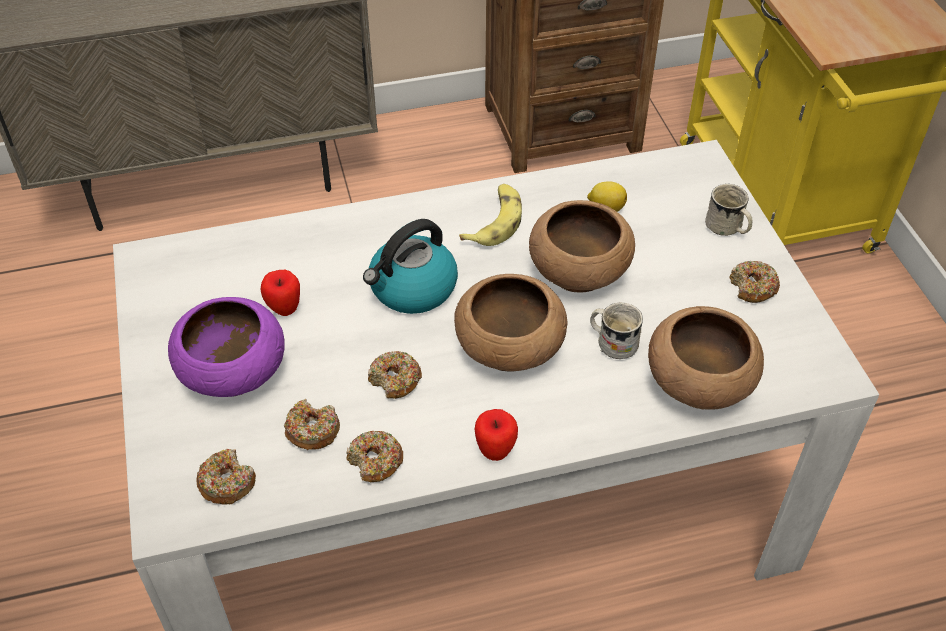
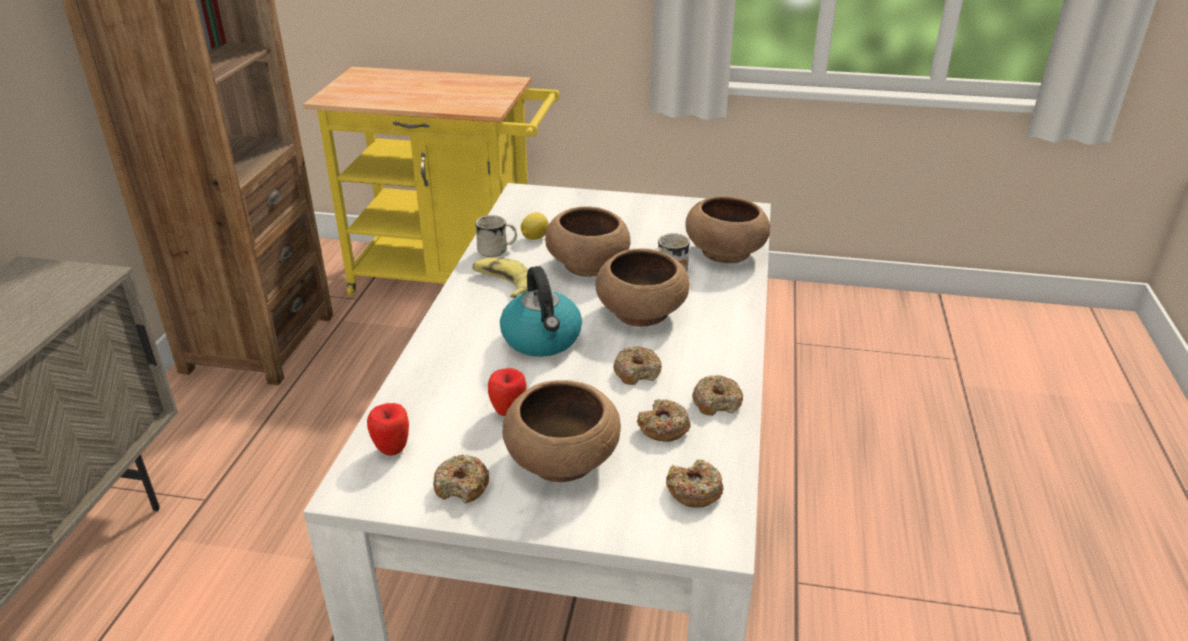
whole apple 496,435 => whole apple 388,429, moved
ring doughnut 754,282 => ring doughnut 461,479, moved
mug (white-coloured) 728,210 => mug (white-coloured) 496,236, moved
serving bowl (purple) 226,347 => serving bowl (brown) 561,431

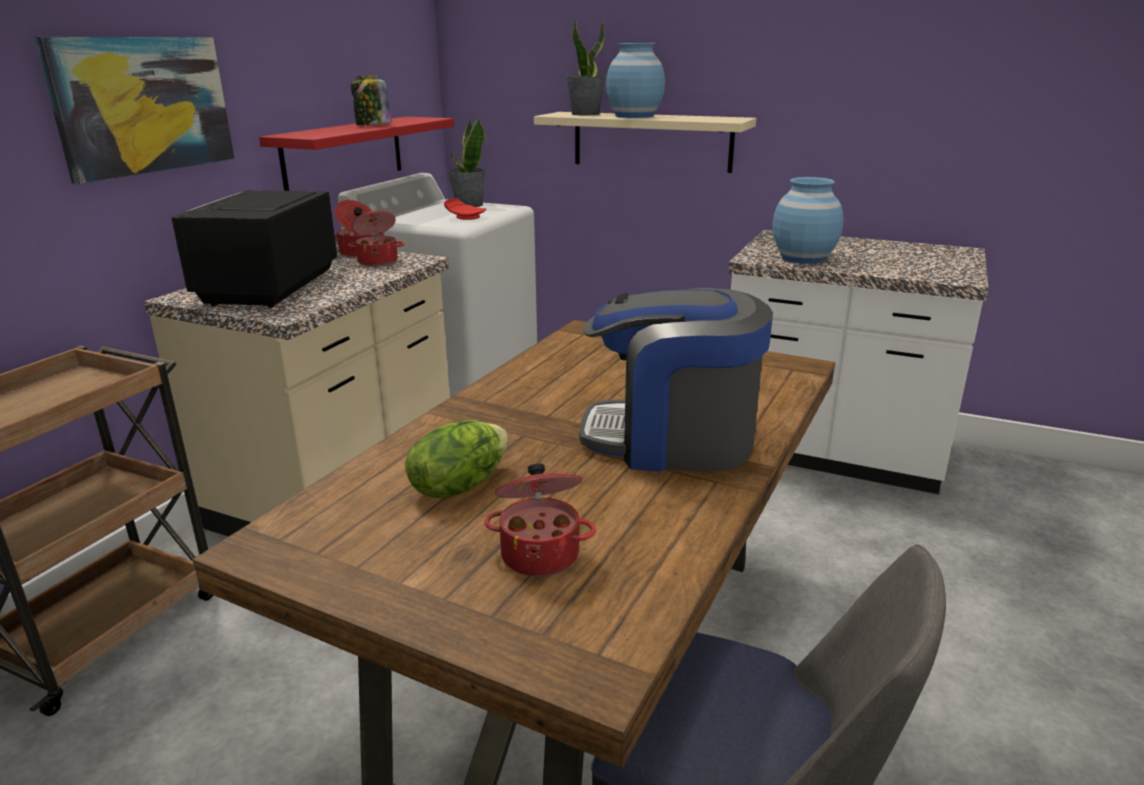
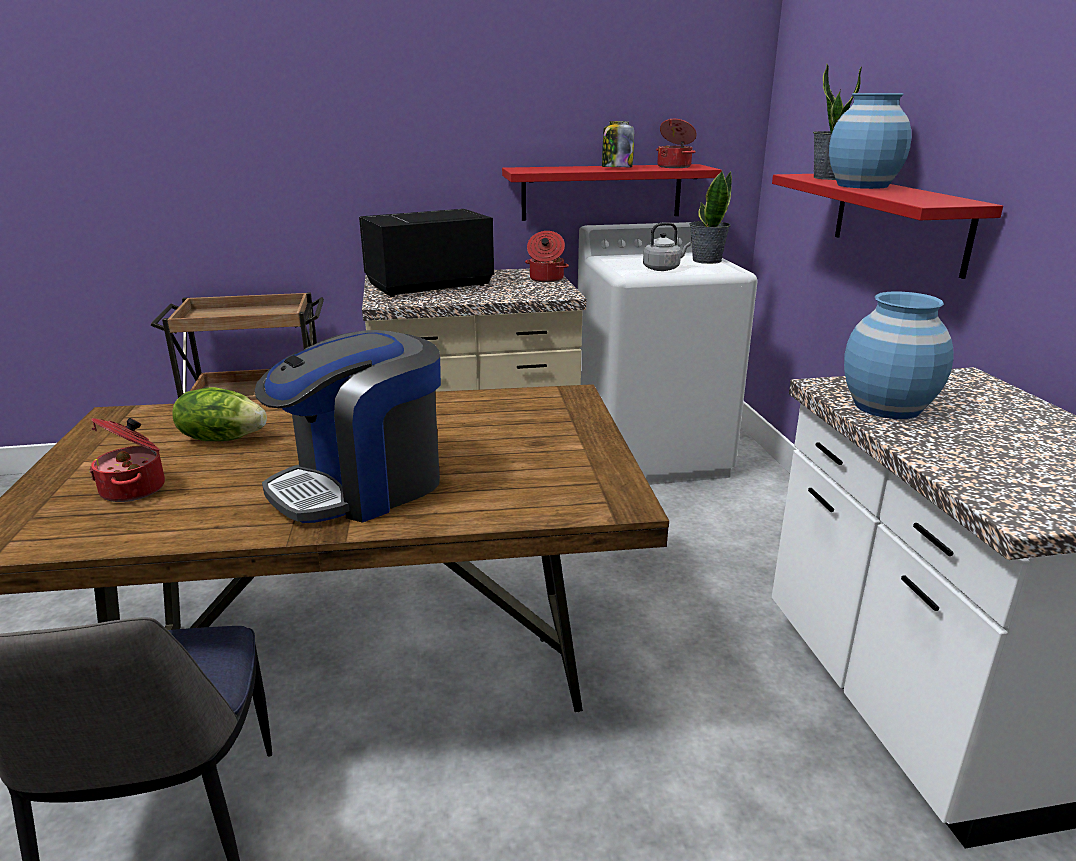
coffee brewer 676,380 => coffee brewer 348,426, 105 degrees counterclockwise
flat dish (red-coloured) 465,209 => tea kettle (greyish) 667,246
saucepot 376,239 => saucepot 676,143, moved
bracket shelf (sand-coloured) 645,142 => bracket shelf (red-coloured) 887,226
picture 134,110 => nothing

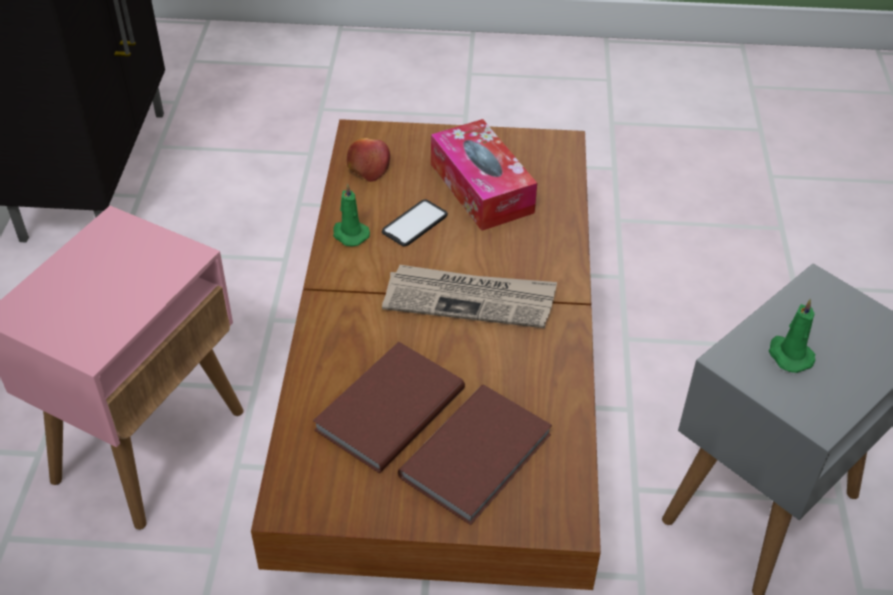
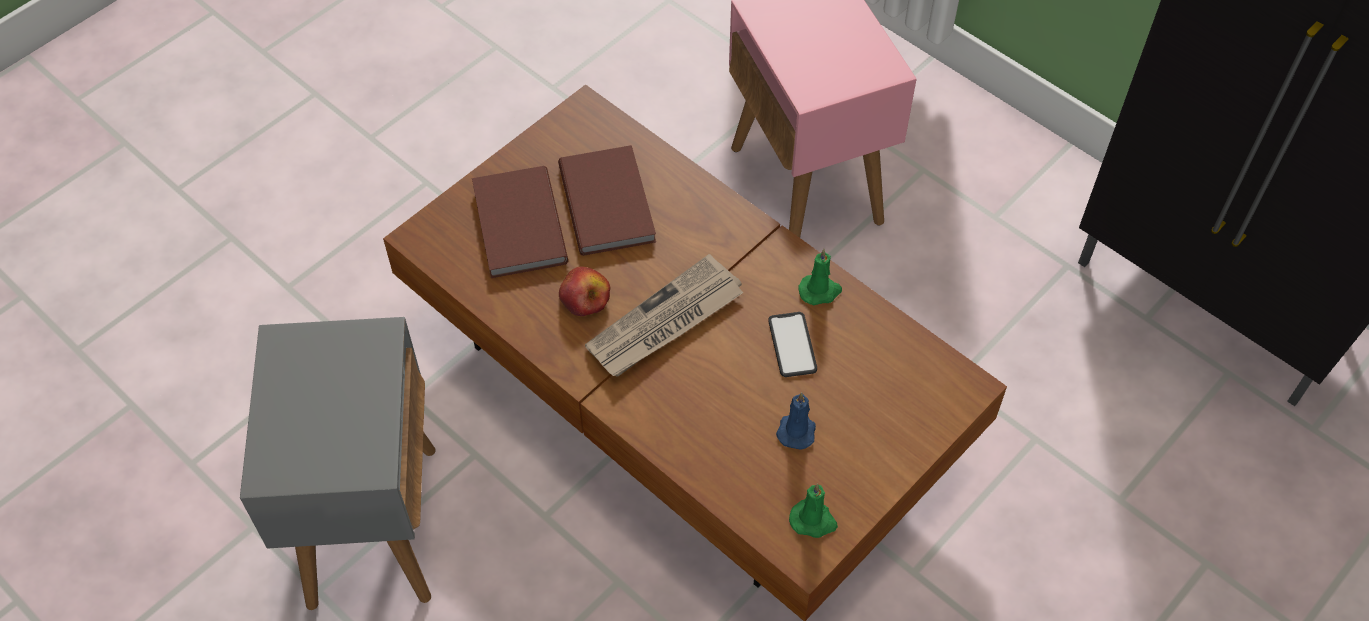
whole apple 368,160 => whole apple 585,291, moved
box of tissues 484,175 => candle (blue-coloured) 796,421
candle (greenish) 792,335 => candle (greenish) 813,510, moved

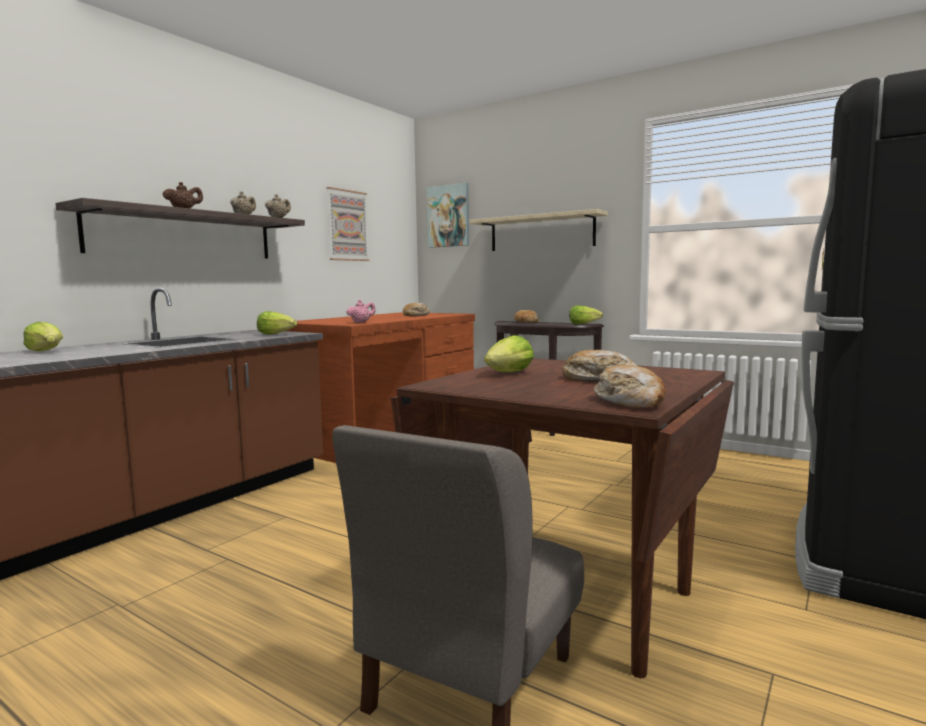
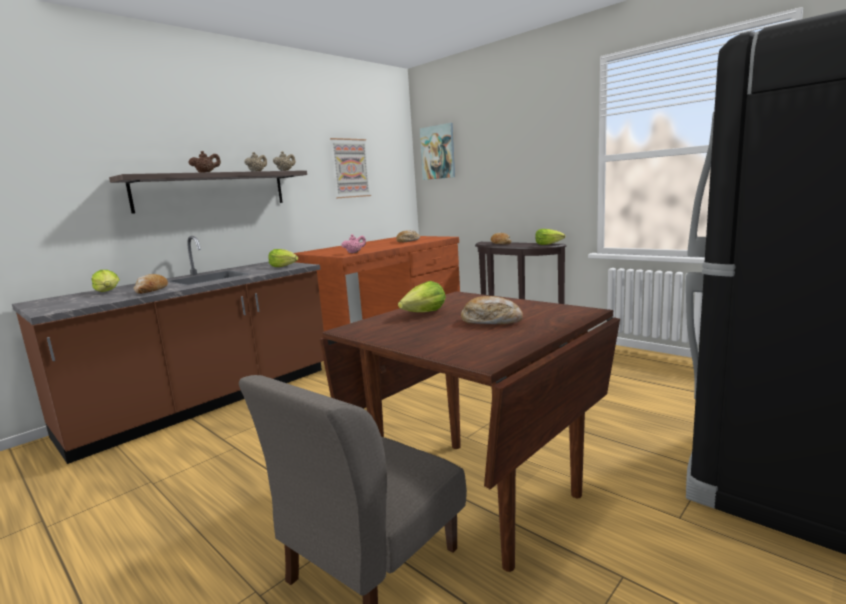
bread 630,386 => bread 150,284, moved
bracket shelf (sand-coloured) 538,230 => nothing

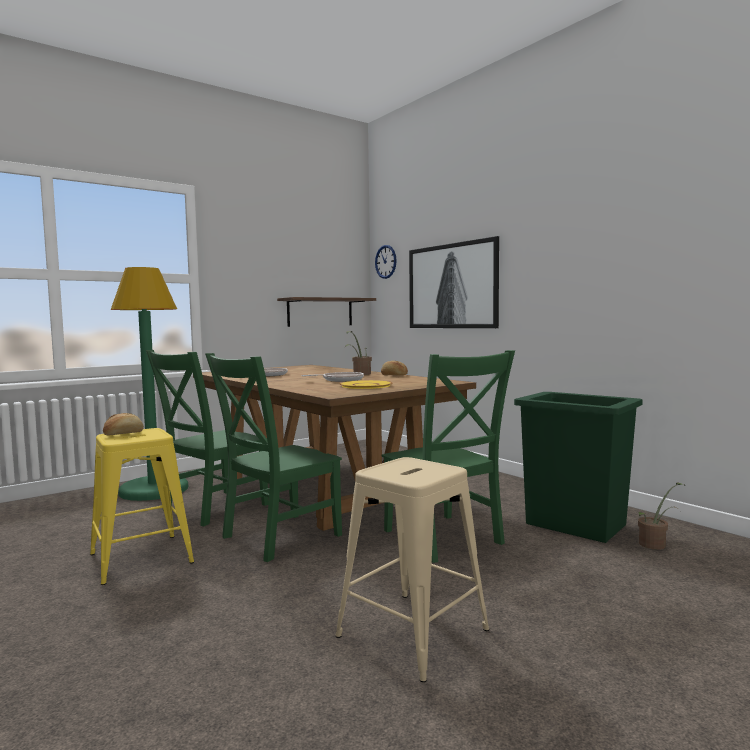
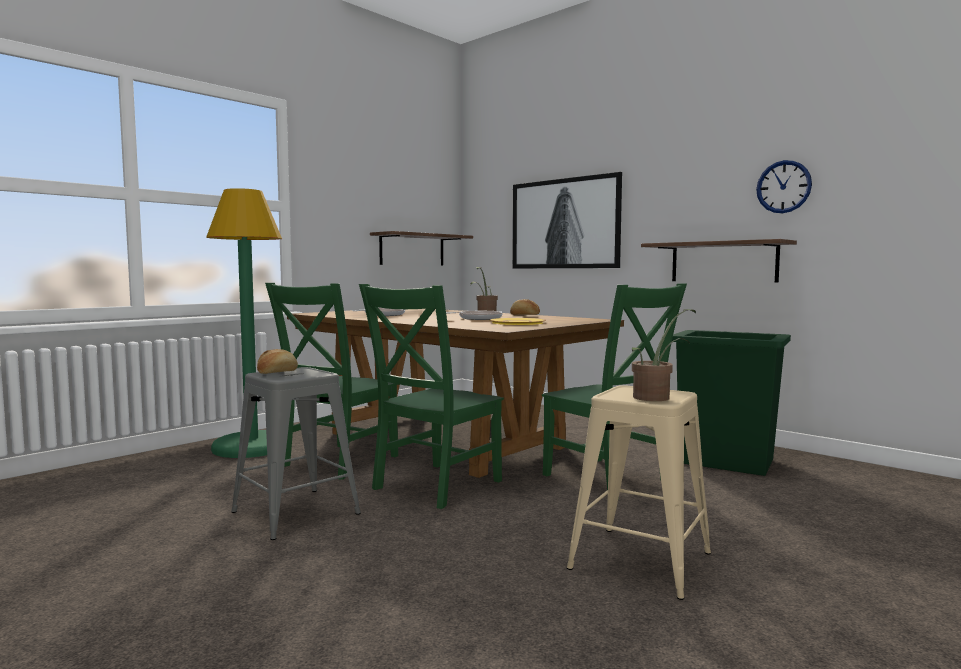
stool (yellowish) 142,506 => stool (greyish) 296,453
houseplant 661,516 => houseplant 664,355, moved
nothing => bracket shelf 719,260
clock on the wall 386,262 => clock on the wall 784,186, moved

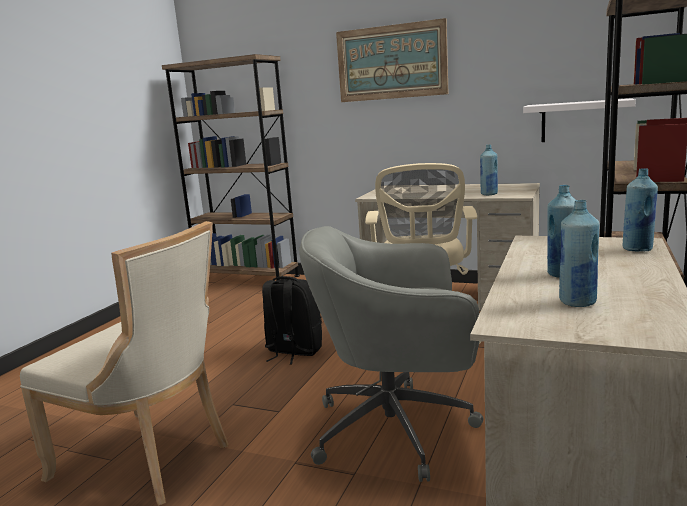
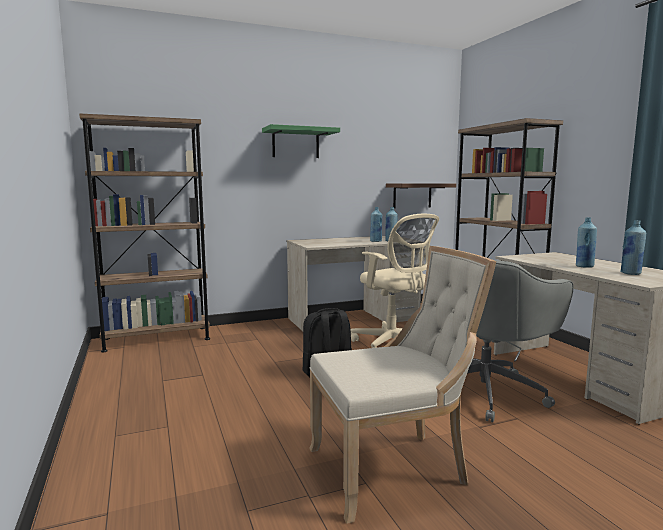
picture 392,60 => bracket shelf (greenish) 301,141
drink bottle (blue-coloured) 640,209 => drink bottle (blue-coloured) 376,224, moved
bracket shelf (white-coloured) 579,120 => bracket shelf (brown) 421,195

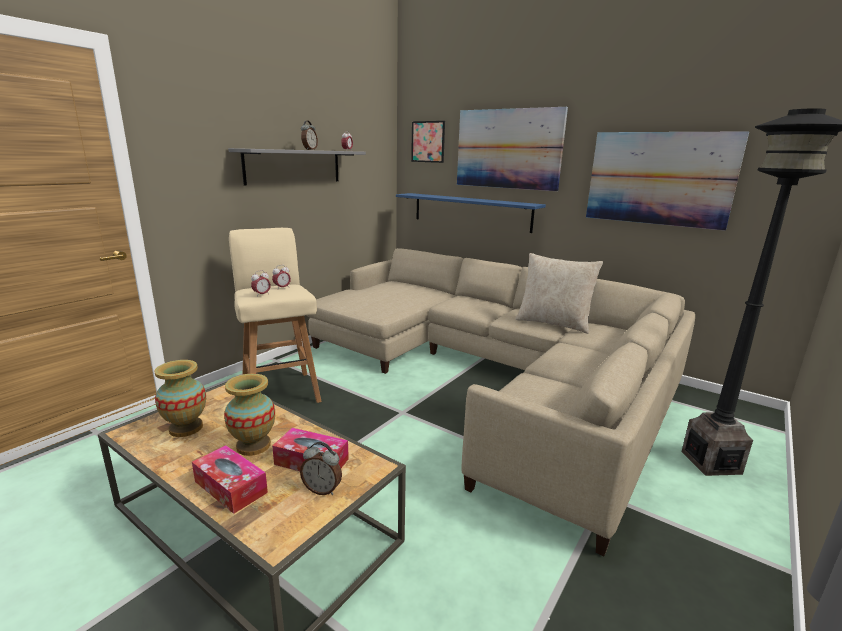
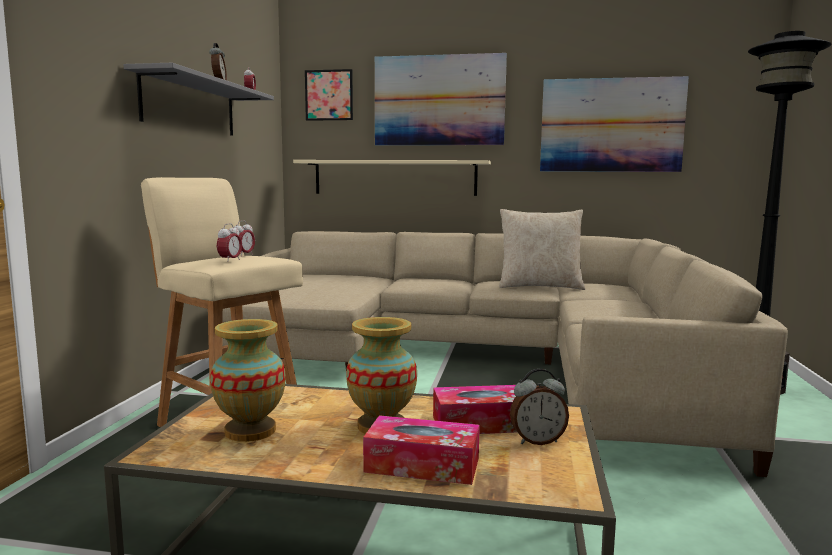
bracket shelf (blue-coloured) 471,213 => bracket shelf (sand-coloured) 392,178

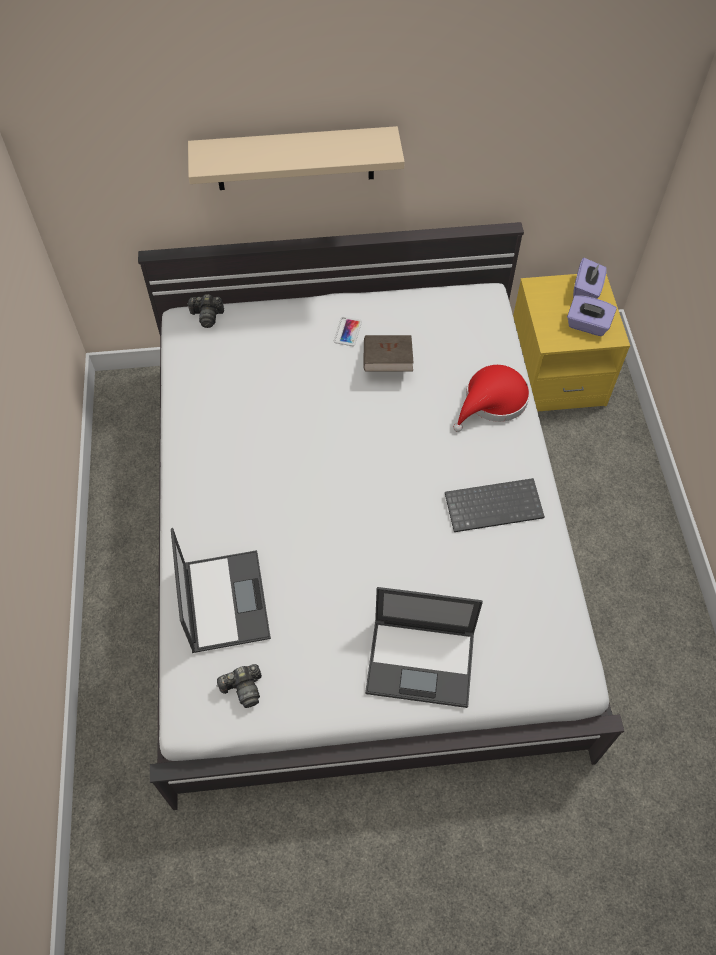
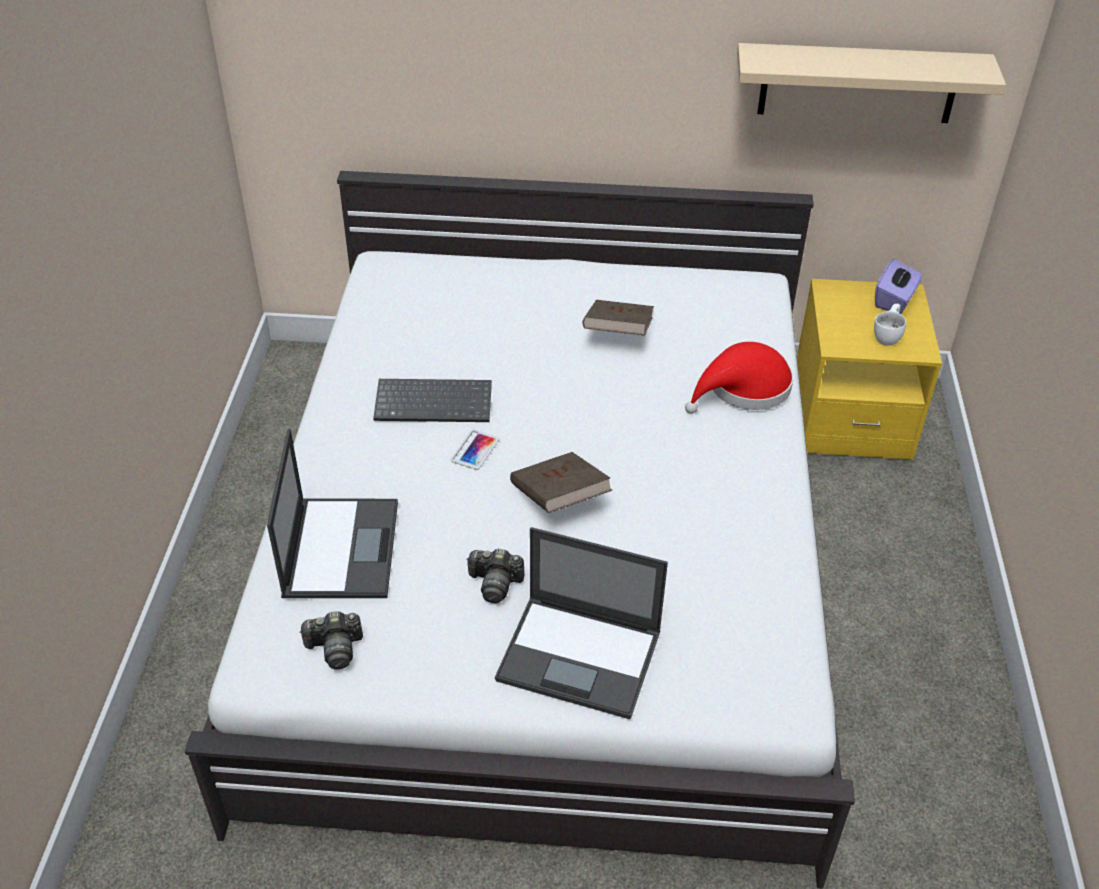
keyboard 495,505 => keyboard 432,400, moved
handset 348,331 => handset 475,450, moved
still camera 205,311 => still camera 495,576, moved
nothing => book (brown) 561,482
bracket shelf (sand-coloured) 296,158 => bracket shelf (sand-coloured) 871,83, moved
box of tissues (purple) 592,315 => small cup (white-coloured) 890,325

